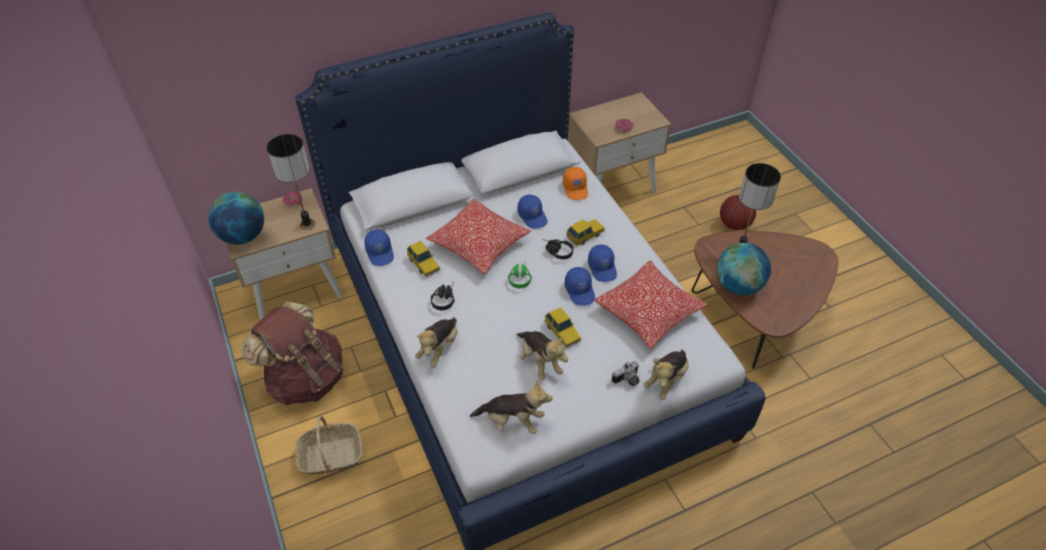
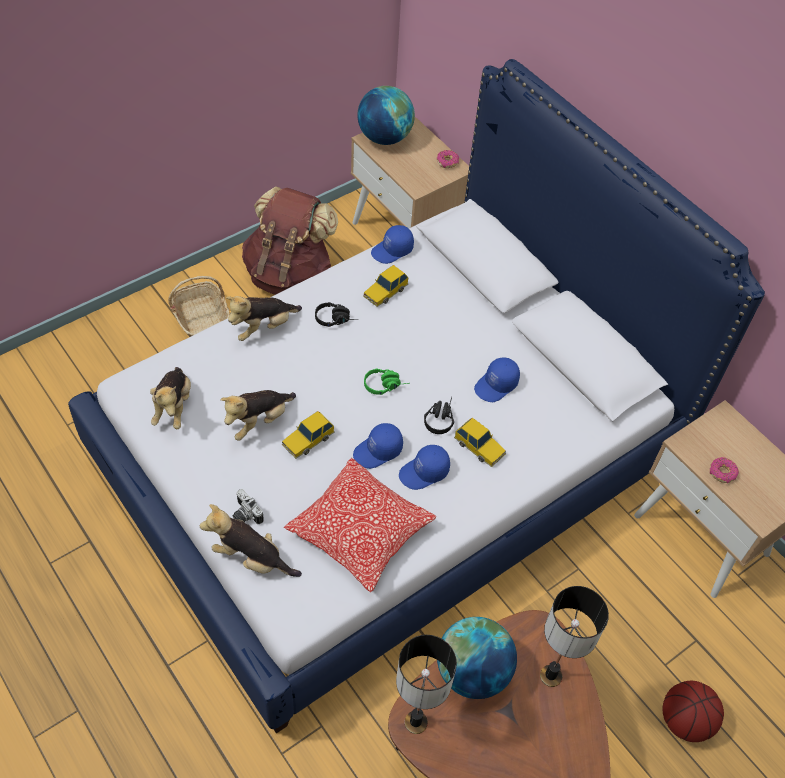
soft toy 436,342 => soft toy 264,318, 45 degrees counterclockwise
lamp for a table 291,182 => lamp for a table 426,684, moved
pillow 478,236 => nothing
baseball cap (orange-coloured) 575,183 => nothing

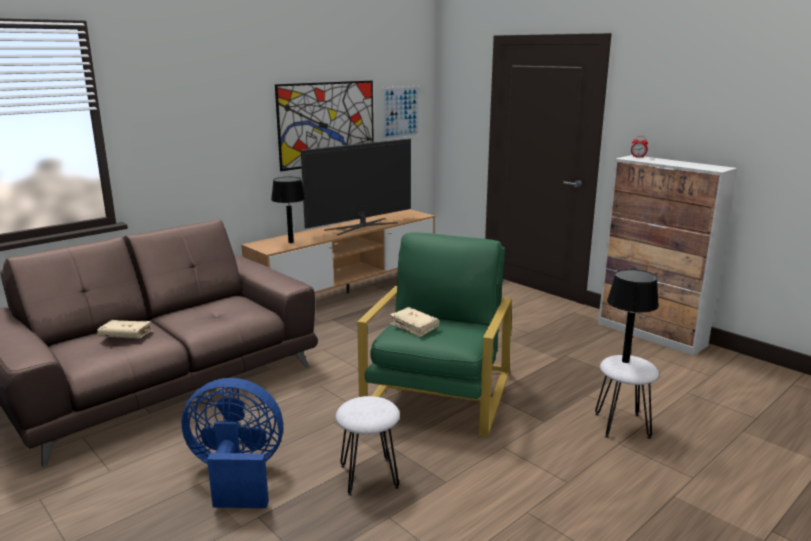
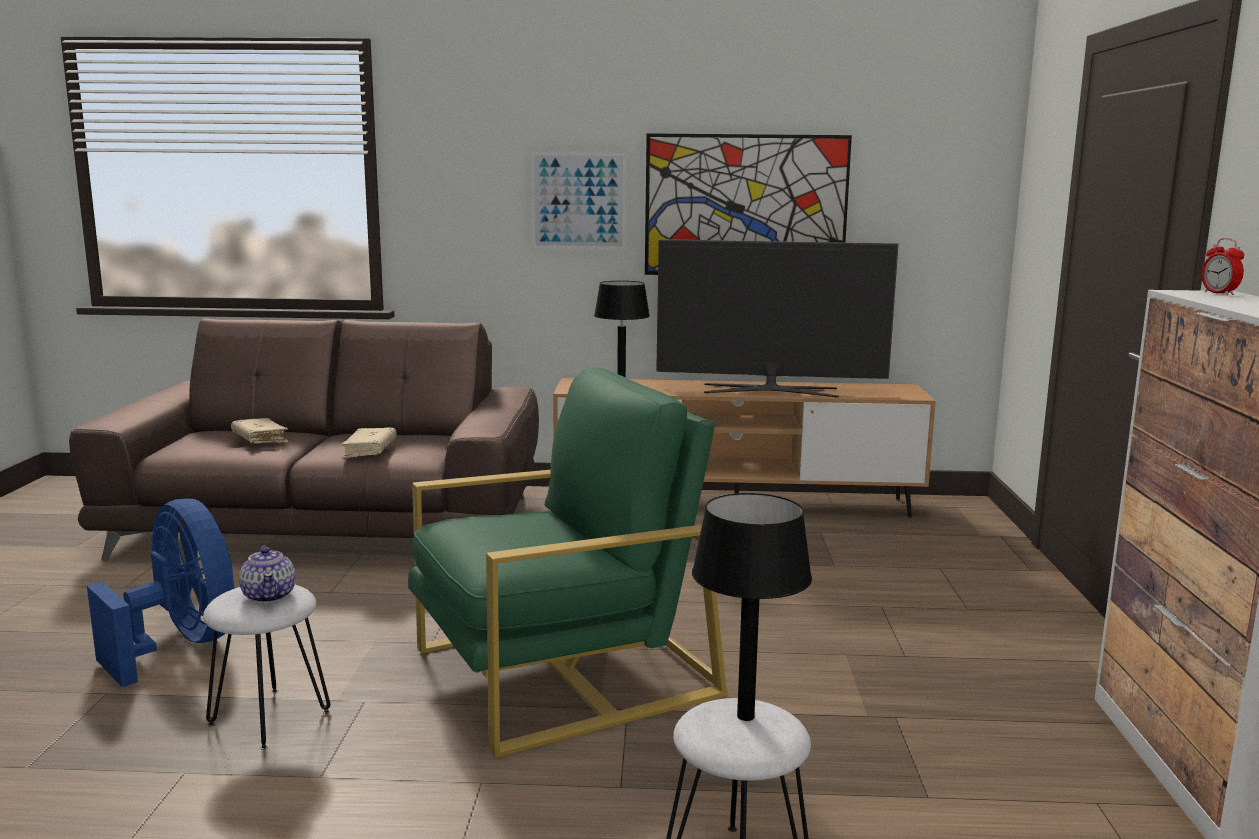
nothing => pot for tea 267,574
book (sand-coloured) 415,322 => book (sand-coloured) 368,443, moved
picture 401,113 => picture 578,201, moved

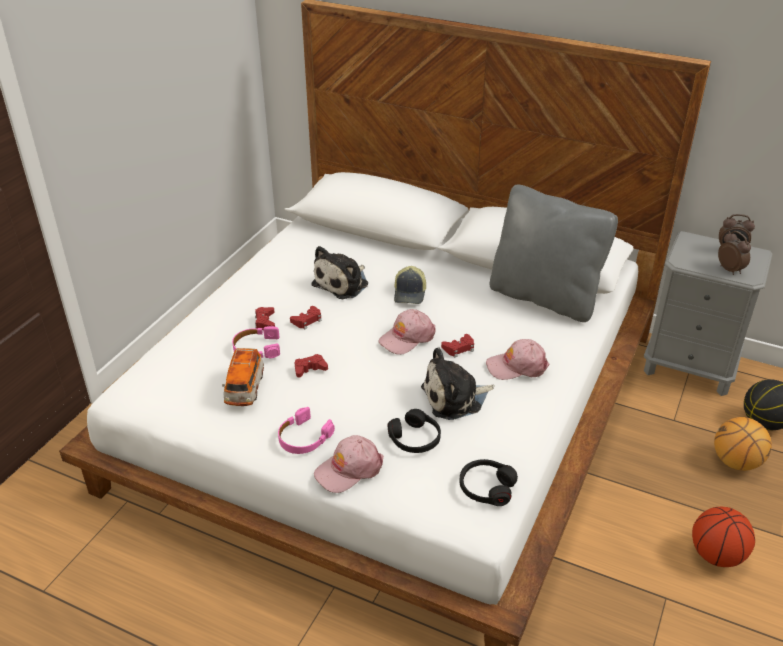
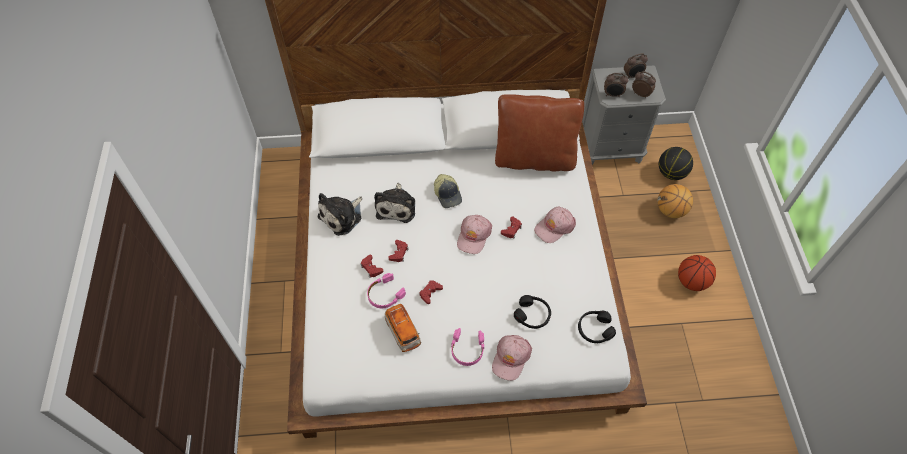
soft toy 458,383 => soft toy 340,214, moved
pillow (greyish) 554,253 => pillow (brown) 539,133
nothing => table clock 616,85

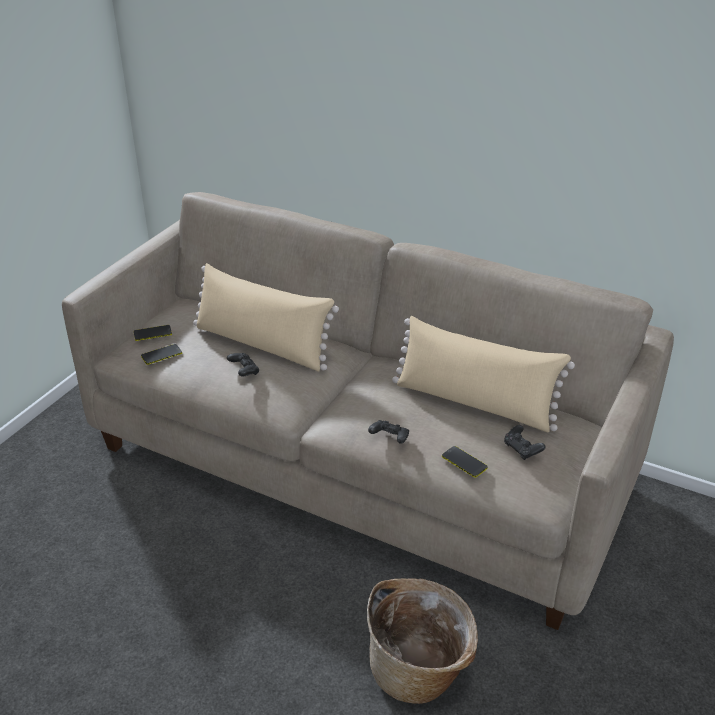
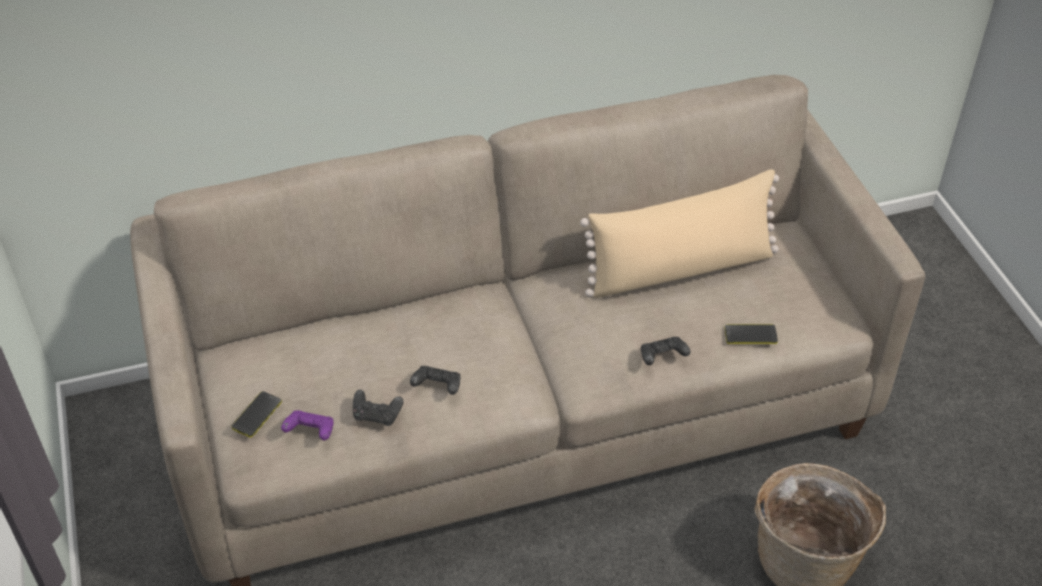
handset 161,354 => joypad (purple) 307,425
joypad (black) 524,442 => joypad (black) 378,408, moved
pillow (sand-coloured) 266,317 => nothing

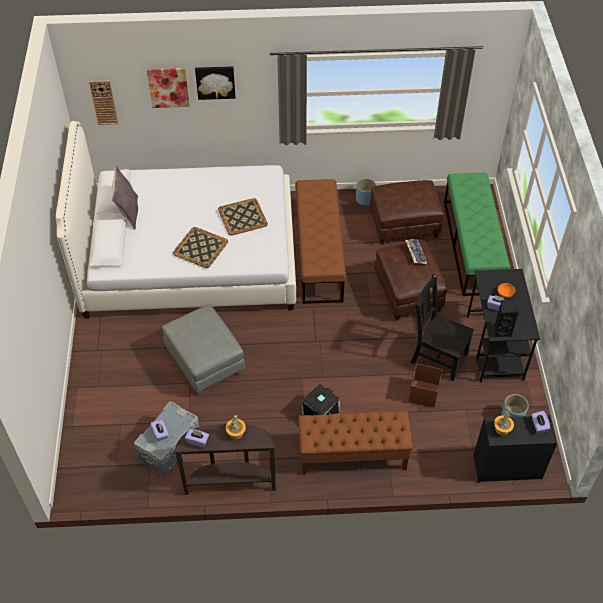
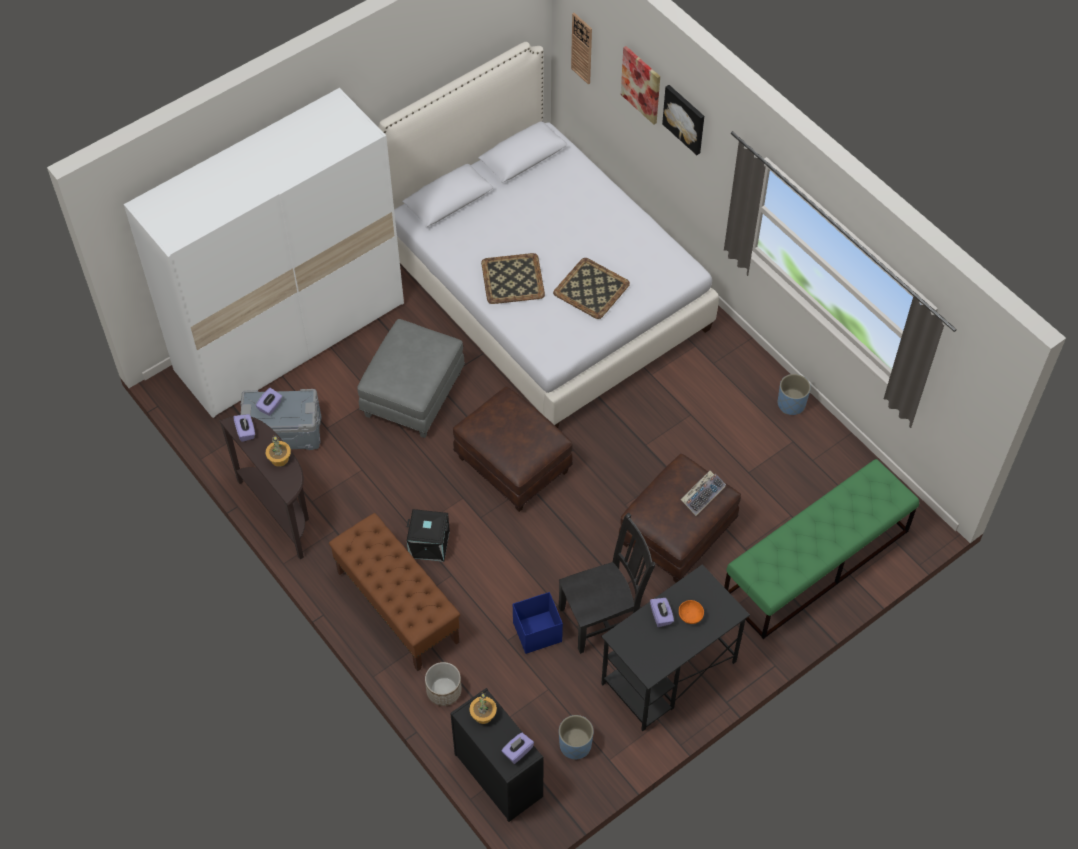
nothing => clothes cupboard (white-coloured) 264,253
nothing => flower pot 443,684
pouffe (brown) 407,212 => pouffe (brown) 513,449, moved
storage container (brown) 426,385 => storage container (blue-coloured) 538,623
plain chair (black) 442,327 => plain chair (black) 607,583, 75 degrees clockwise
pillow (greyish) 124,197 => nothing
bench (brown) 320,241 => nothing
speaker (black) 507,319 => nothing

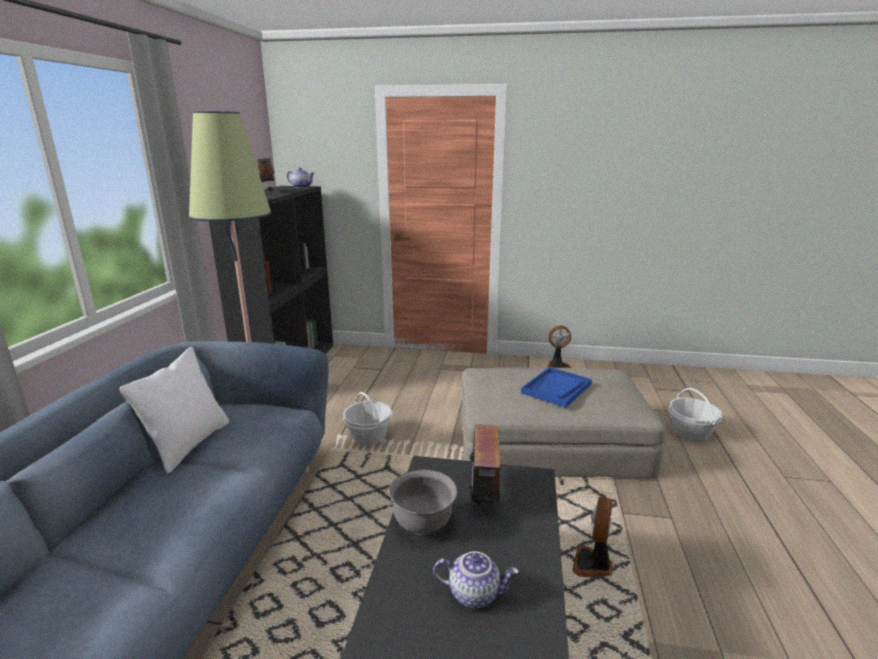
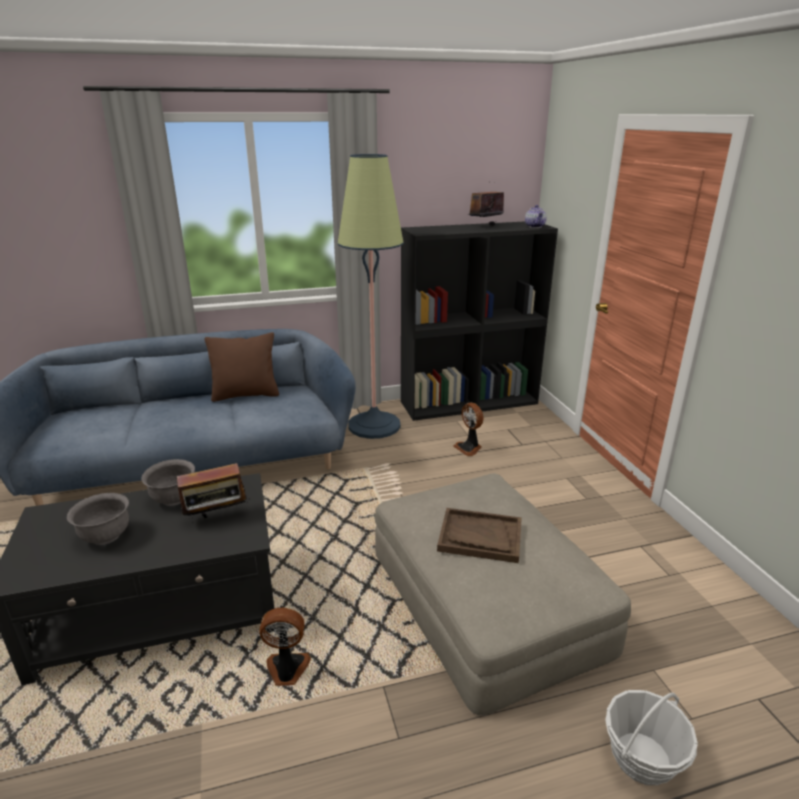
pot for tea 476,579 => serving bowl (greyish) 98,519
pillow (white-coloured) 174,410 => pillow (brown) 242,367
carrying tray (blue-coloured) 556,387 => carrying tray (brown) 479,535
electric fan 559,346 => electric fan 468,429, moved
basket 367,419 => nothing

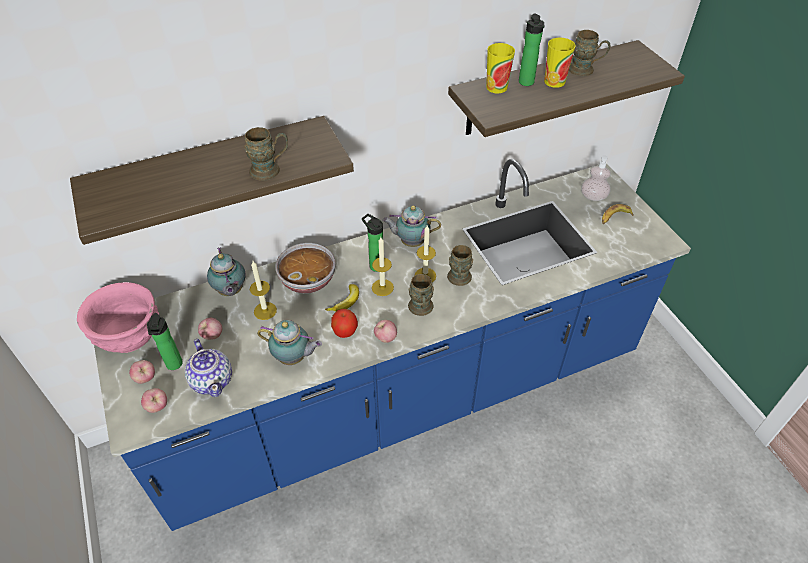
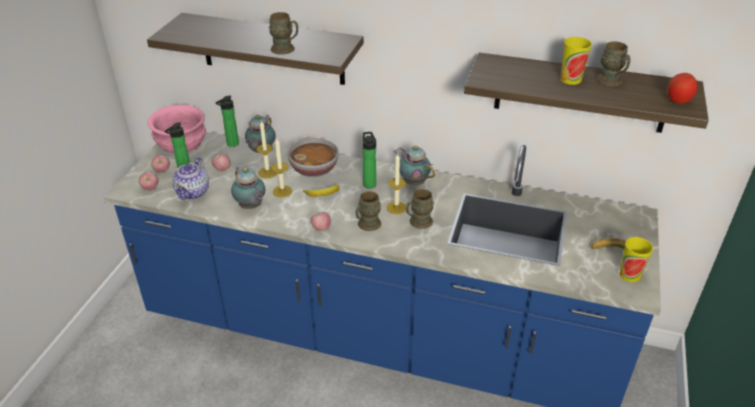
drink bottle 531,50 => drink bottle 227,121, moved
candle 383,266 => candle 281,168, moved
small cup 500,68 => small cup 636,259, moved
whole apple 344,323 => whole apple 683,88, moved
soap bottle 596,178 => nothing

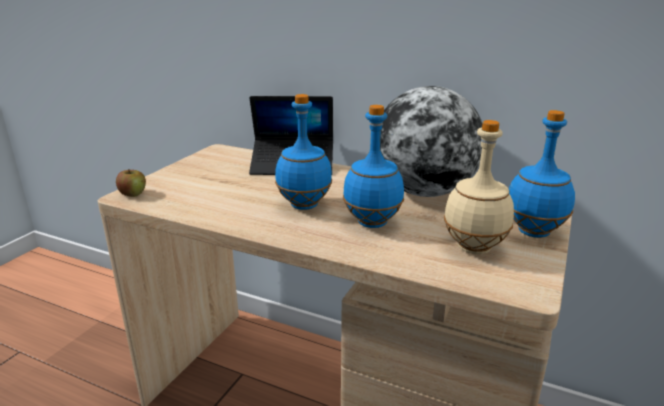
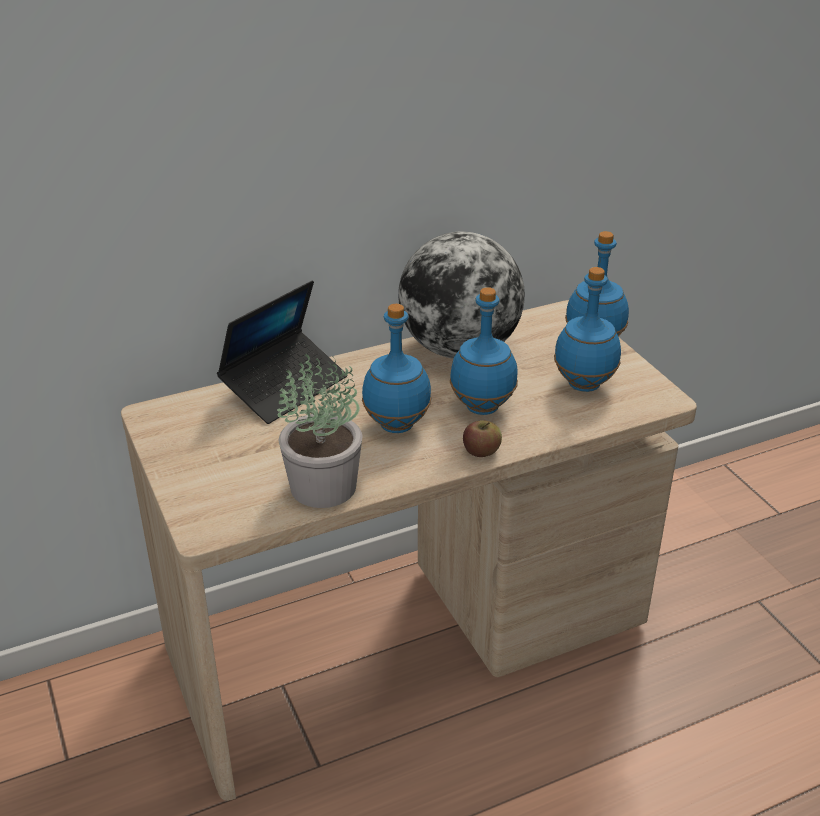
nothing => houseplant 320,431
whole apple 131,183 => whole apple 482,438, moved
drink bottle (sand-coloured) 479,187 => drink bottle (blue-coloured) 587,329

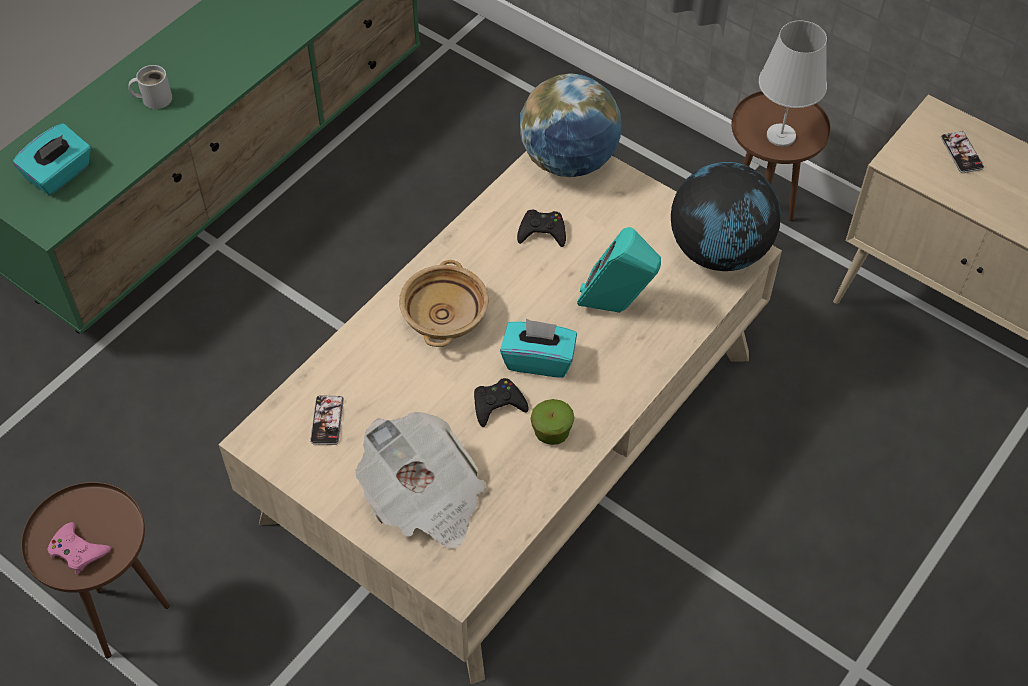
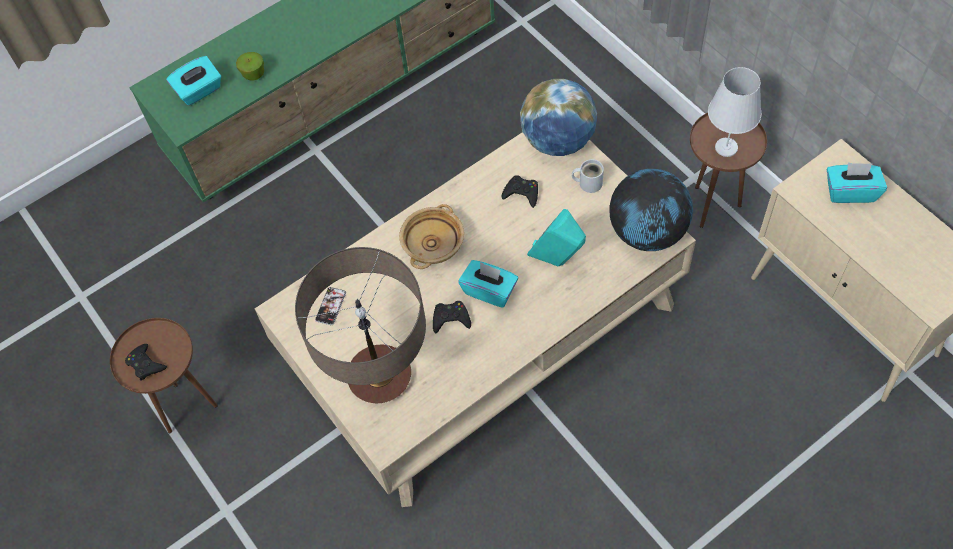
joypad (pinkish) 79,548 => joypad (black) 146,362
whole apple 553,422 => whole apple 250,66, moved
newspaper 420,480 => lamp for a table 360,325
mug (white-coloured) 150,87 => mug (white-coloured) 588,176, moved
handset 962,152 => box of tissues (turquoise) 857,183

